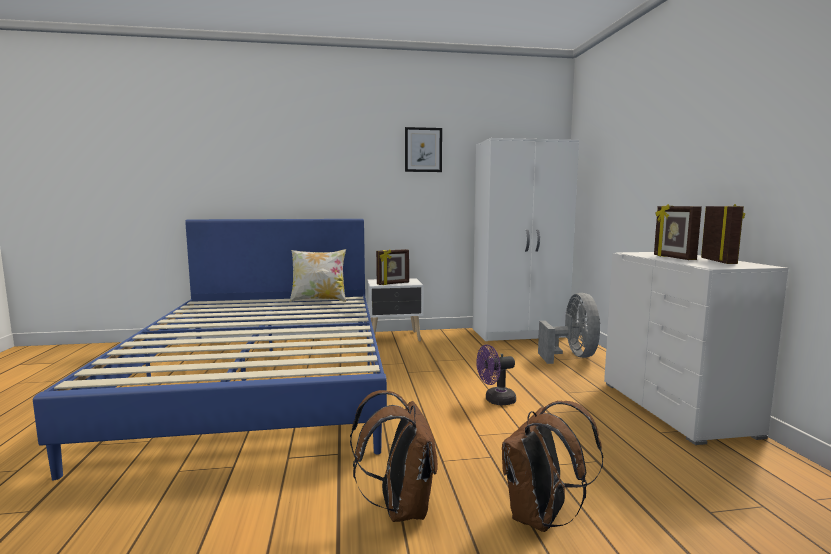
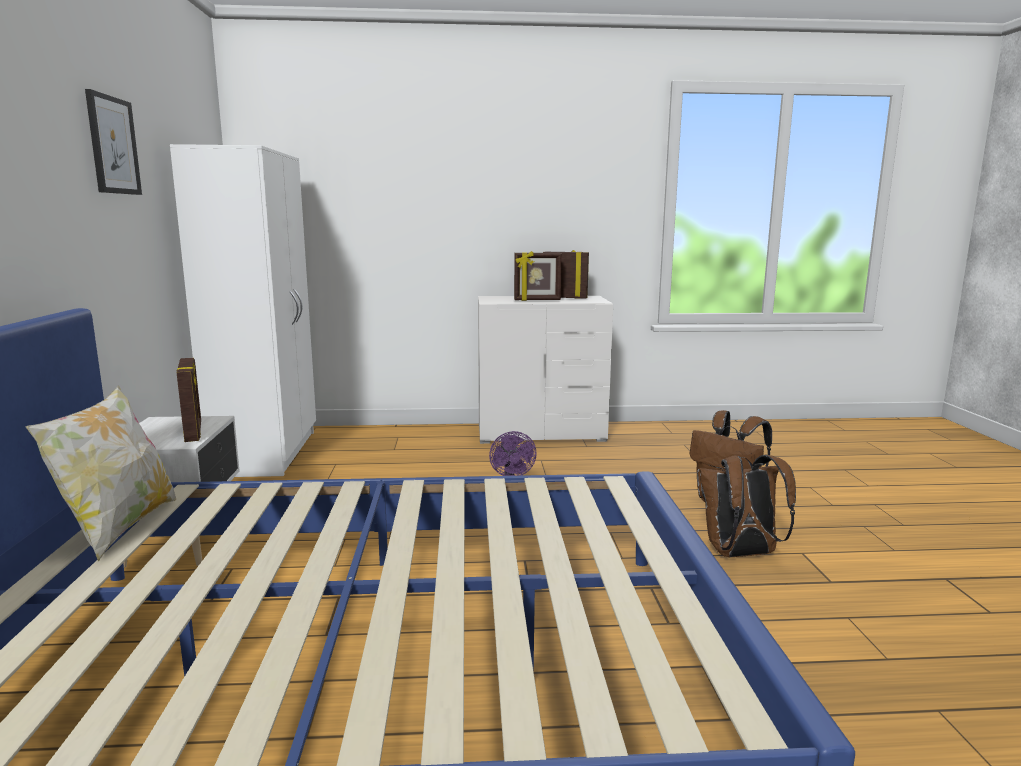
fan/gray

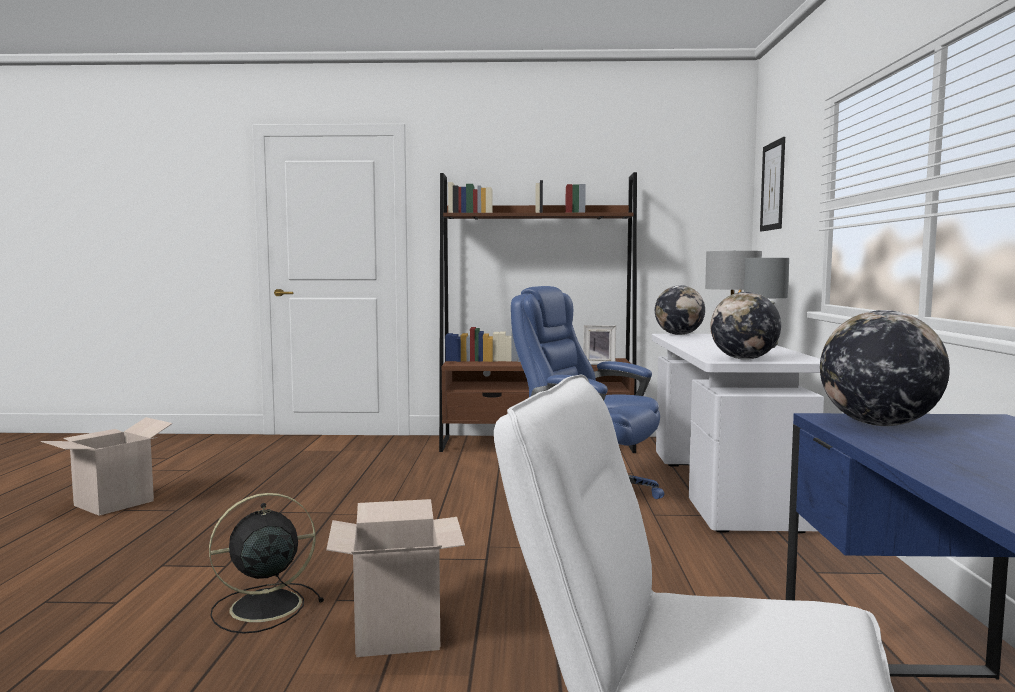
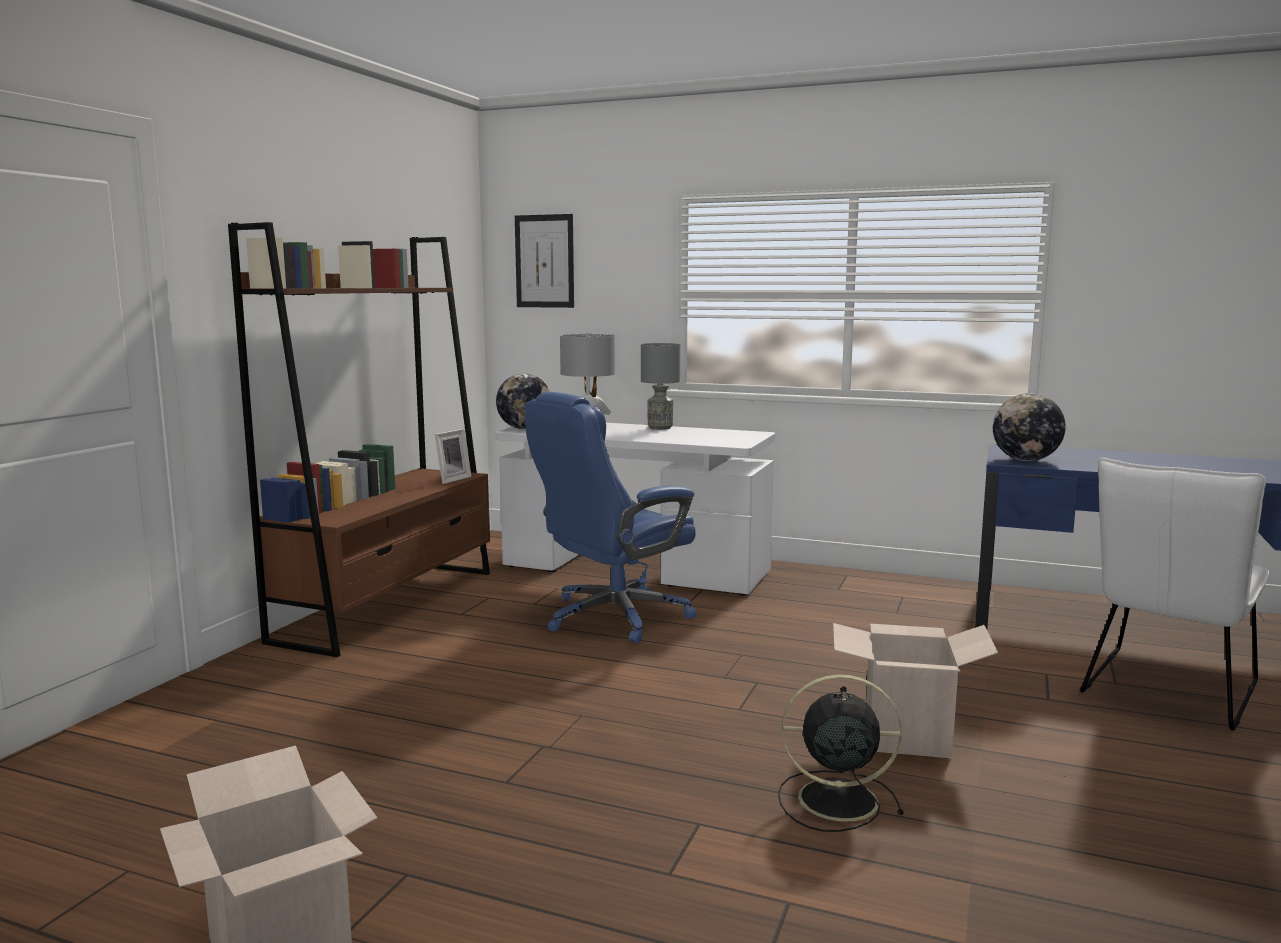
desk globe (2nd from left in the first image)
fan/black-coloured

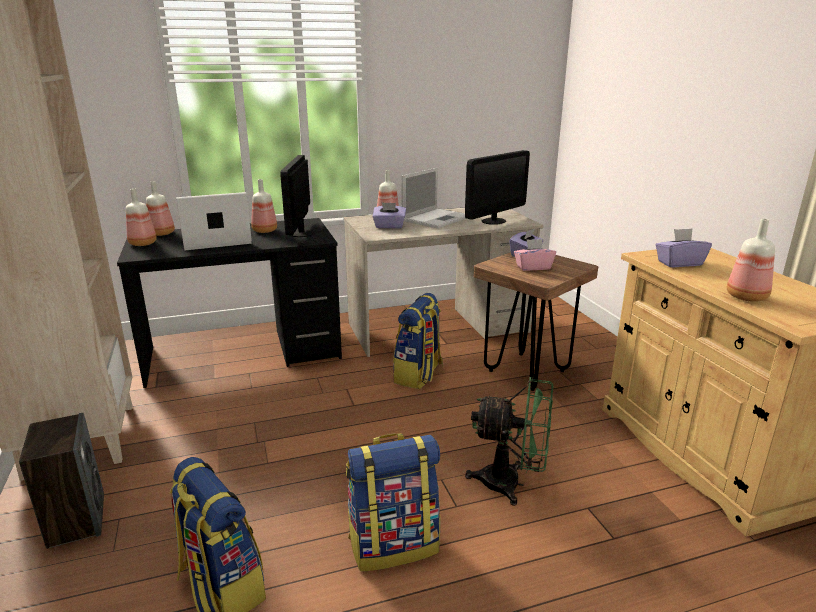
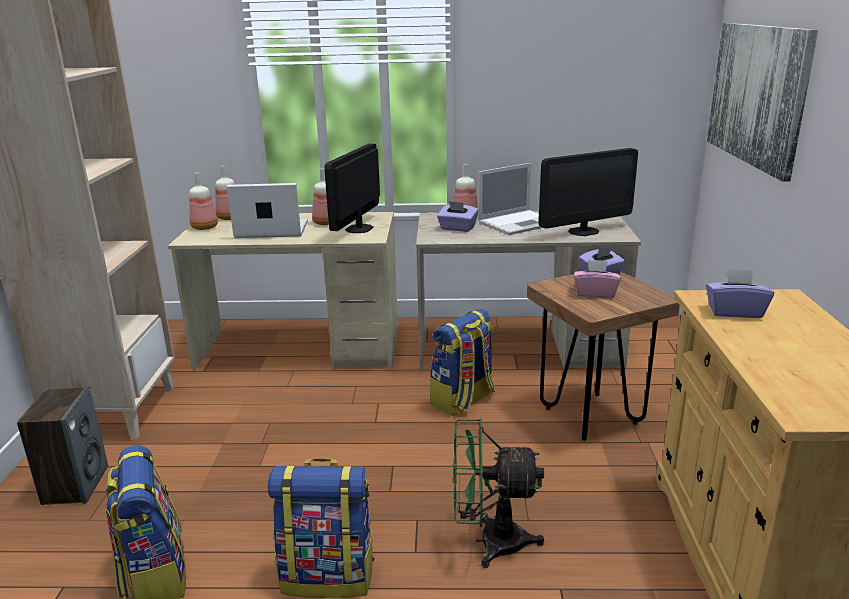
beverage bottle (5th from left in the first image)
wall picture
desk/sand-coloured (1st from left)
fan/green

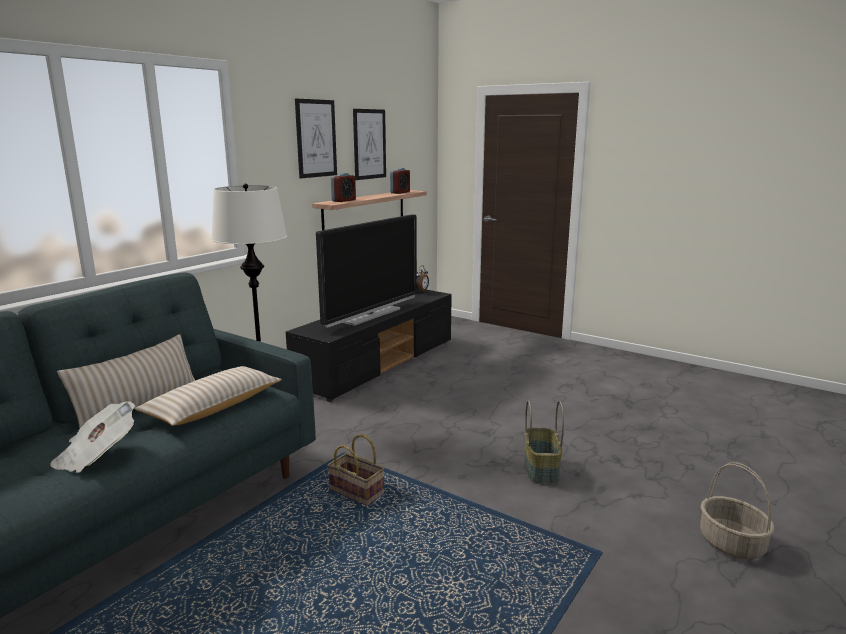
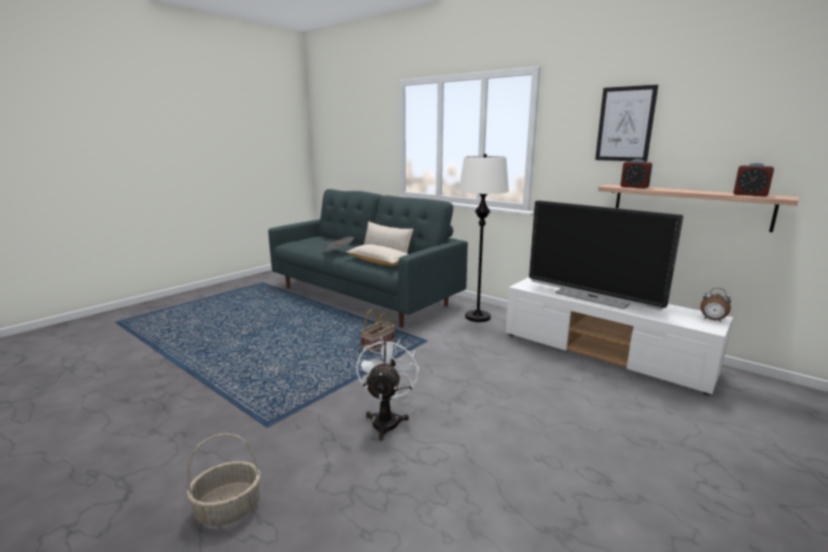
wall picture (2nd from left in the first image)
fan/white
media console/white

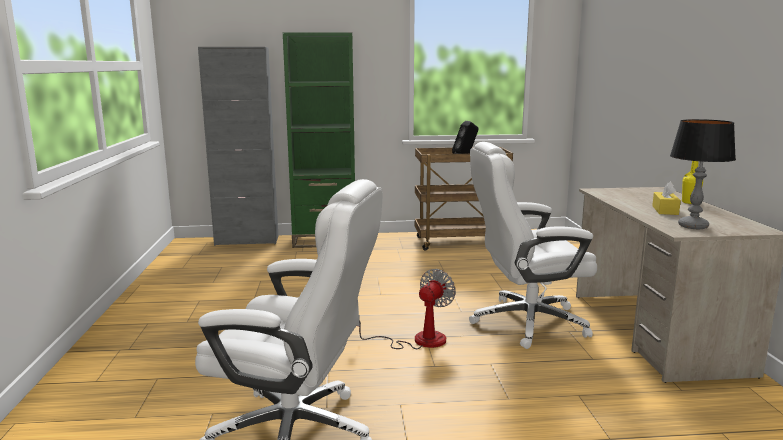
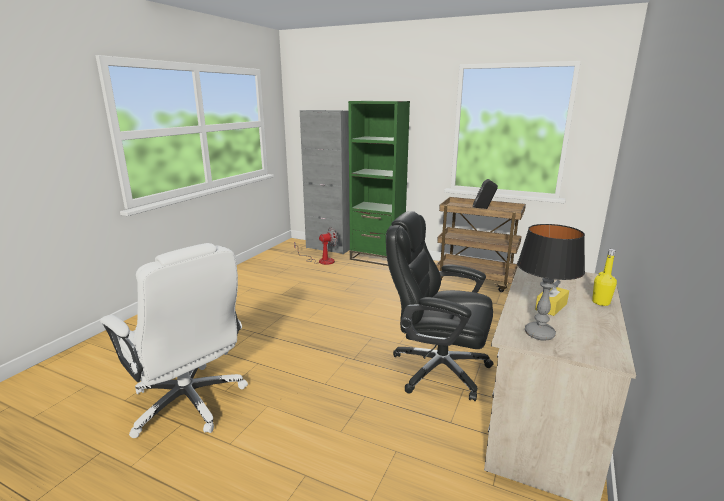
fan
office chair/black-coloured

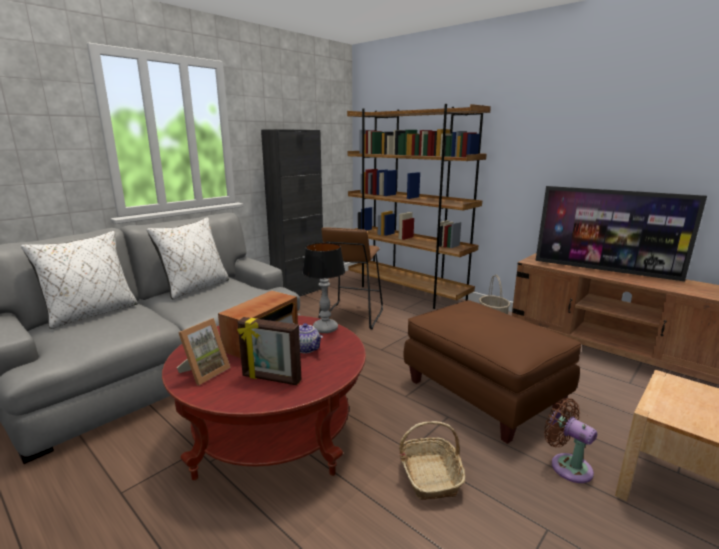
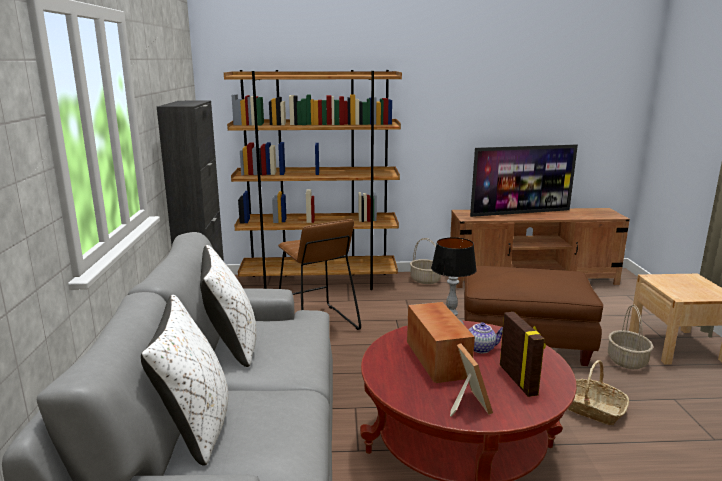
basket (3rd from left)
photo frame (2nd from left)

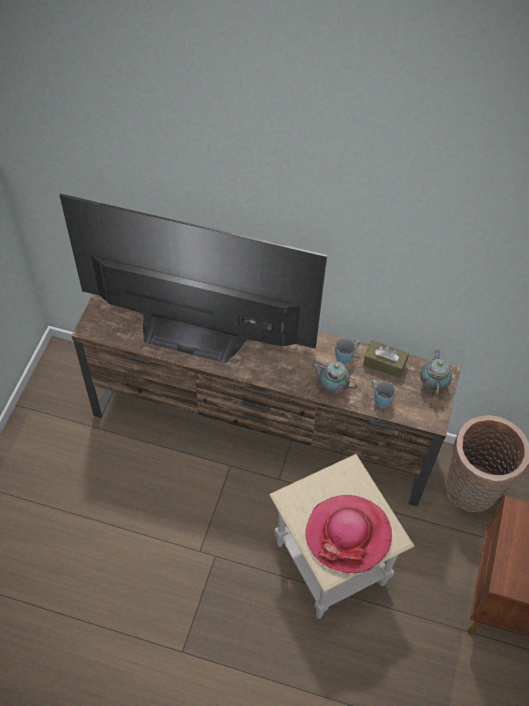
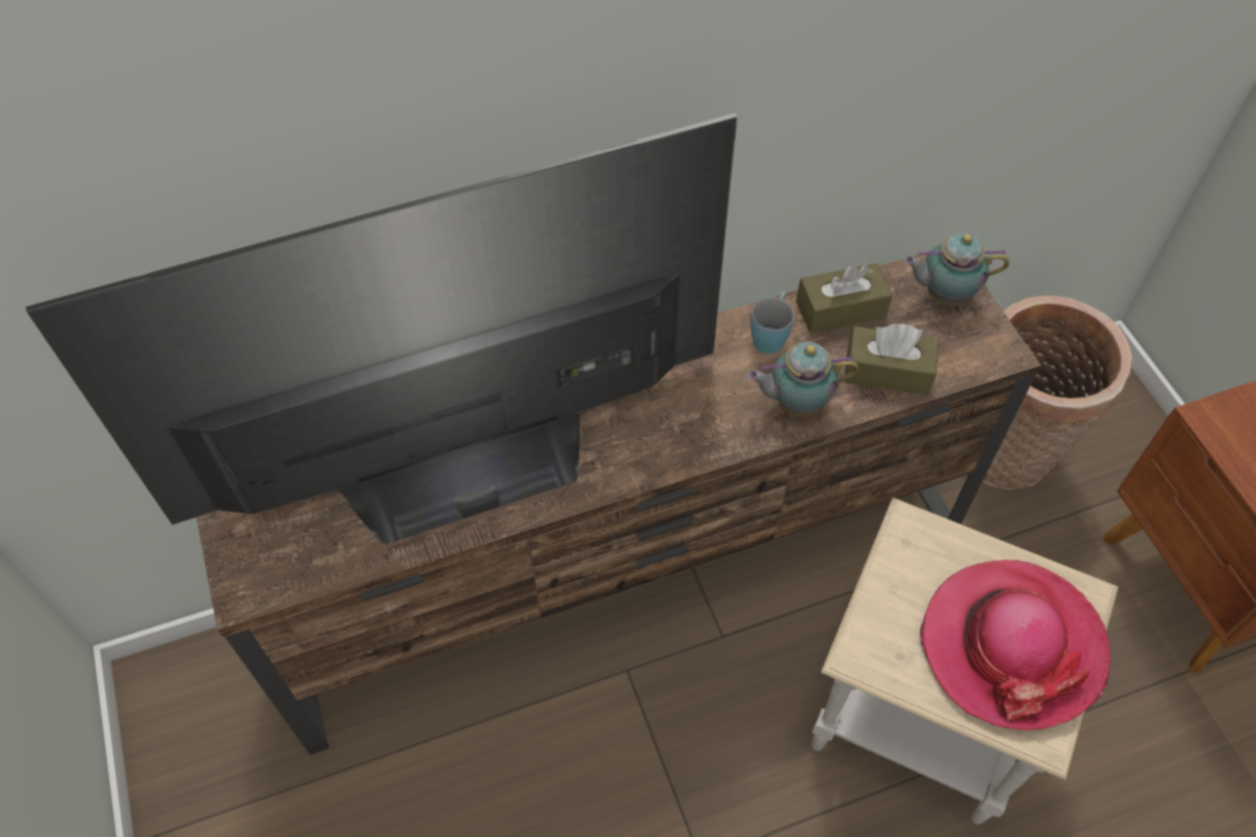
tissue holder/brown (2nd from left)
pot for tea (2nd from left)

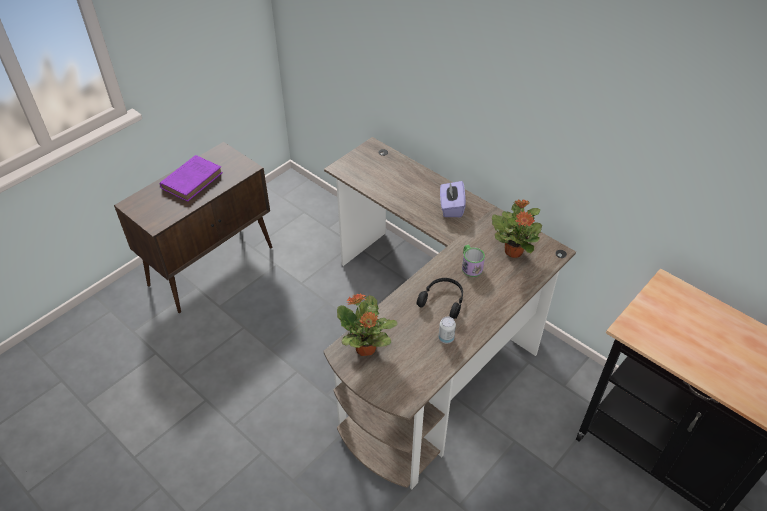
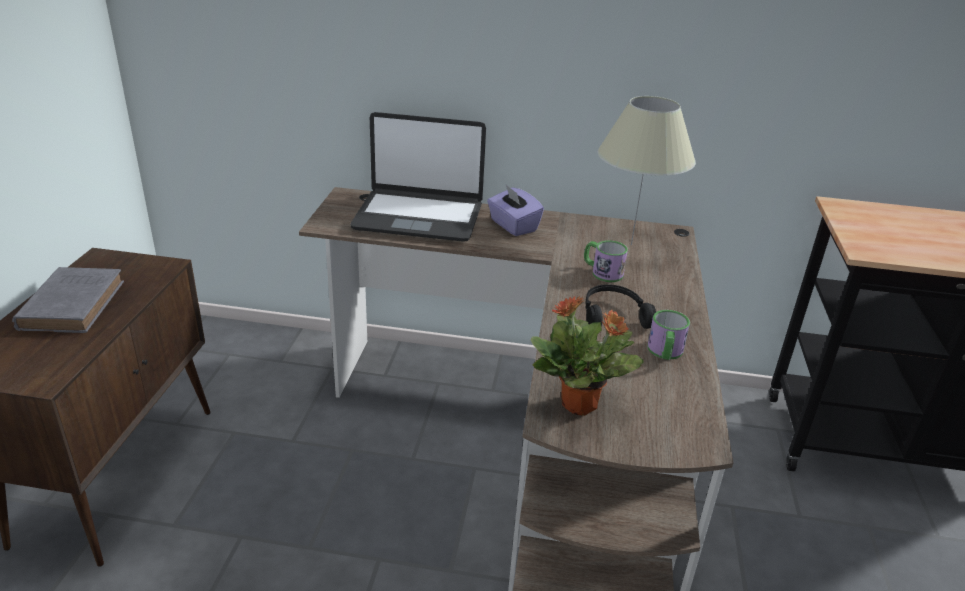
laptop
mug (2nd from left)
tabletop lamp/sand-coloured
bound book/gray

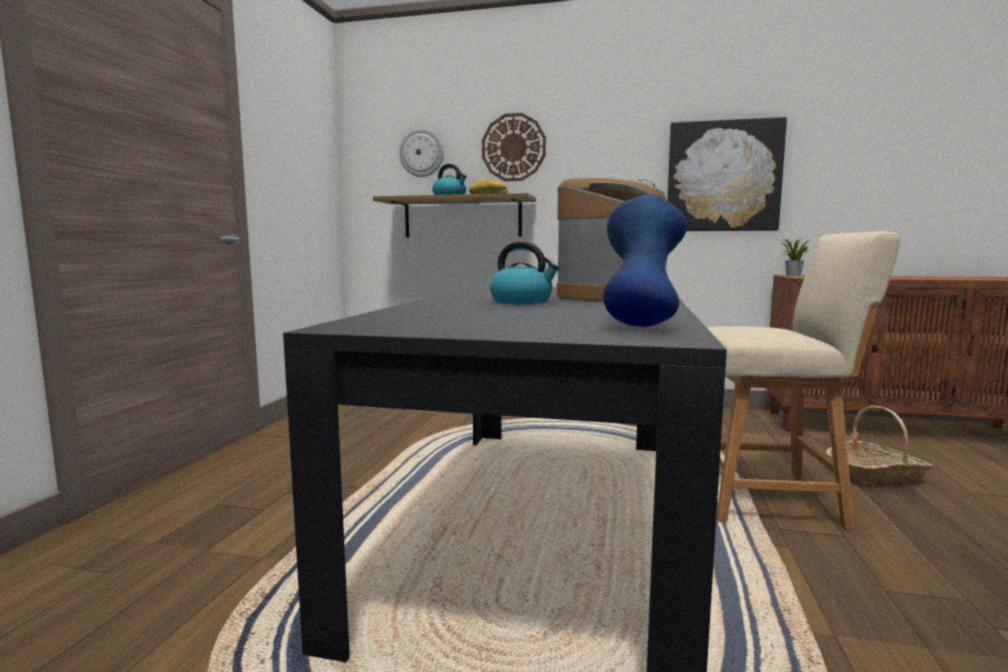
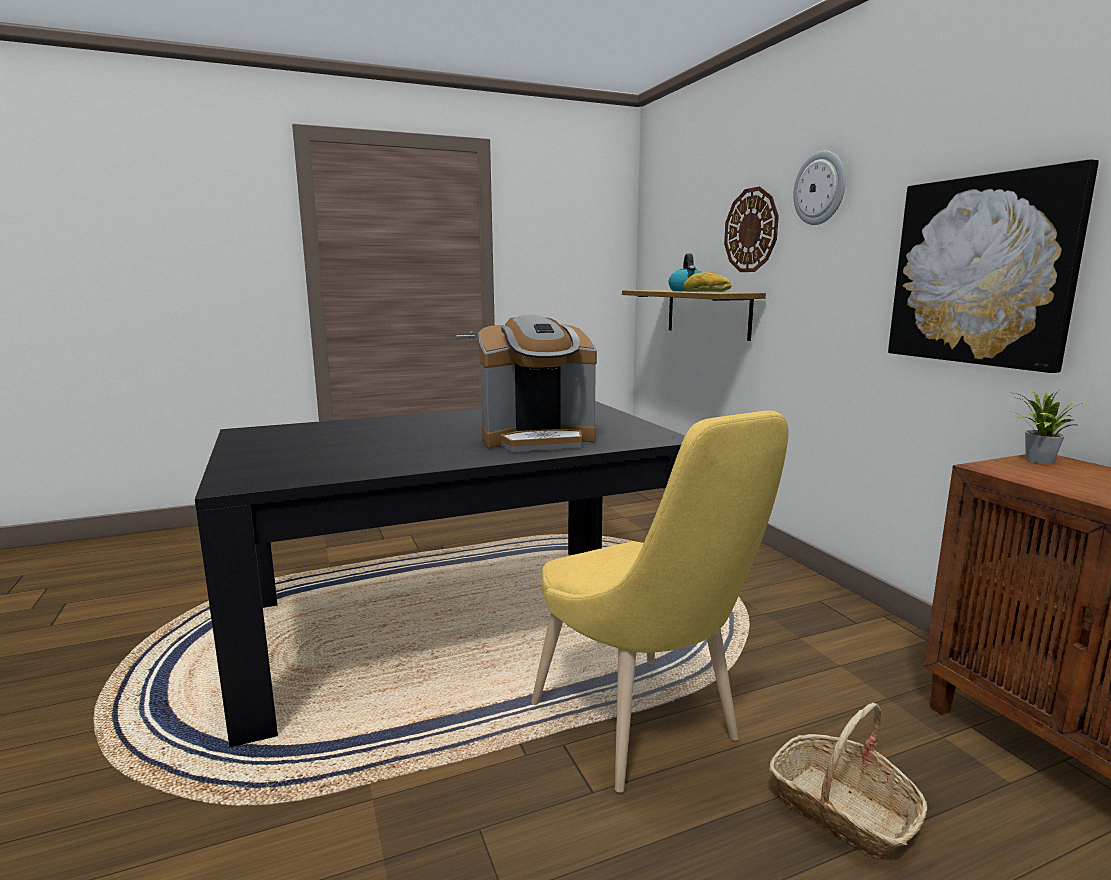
water kettle (2nd from left in the first image)
flower vase/blue-coloured
clock on the wall (2nd from left)
upright chair/yellowish

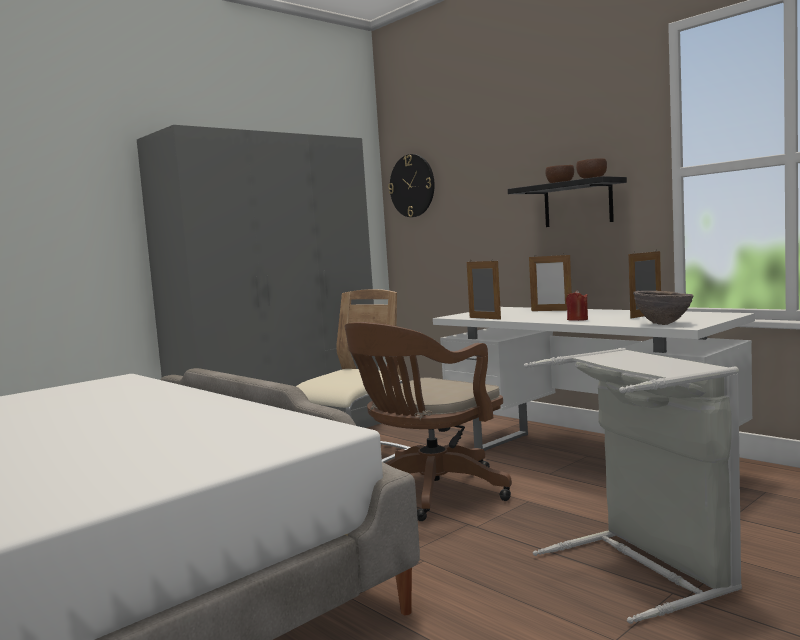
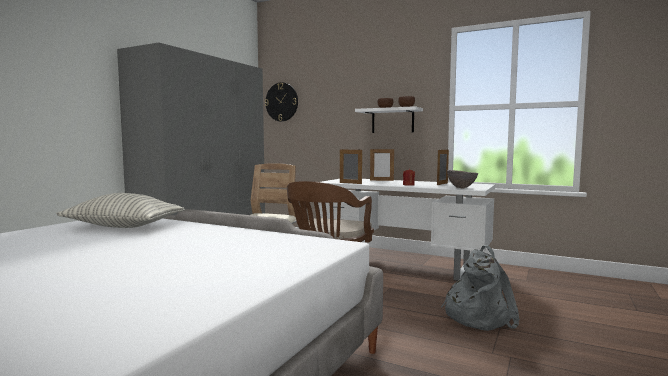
throw pillow
backpack/gray
shelf/white

